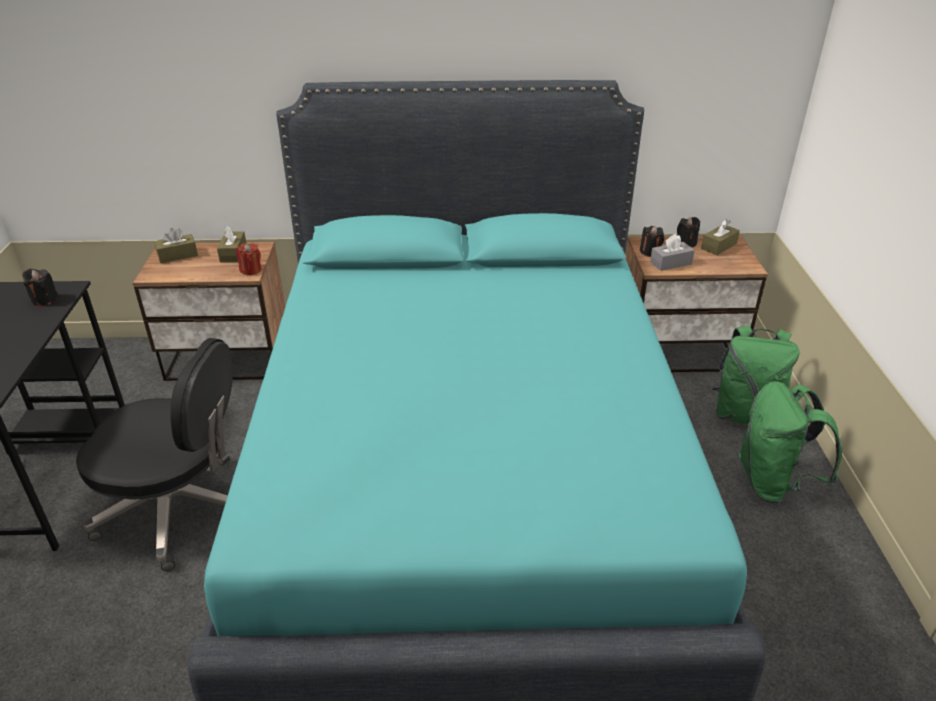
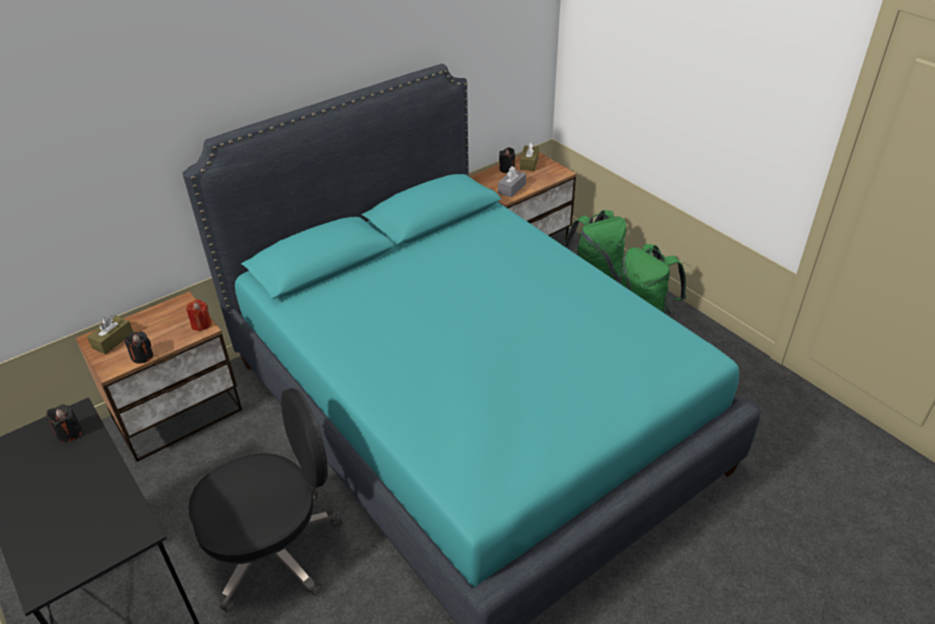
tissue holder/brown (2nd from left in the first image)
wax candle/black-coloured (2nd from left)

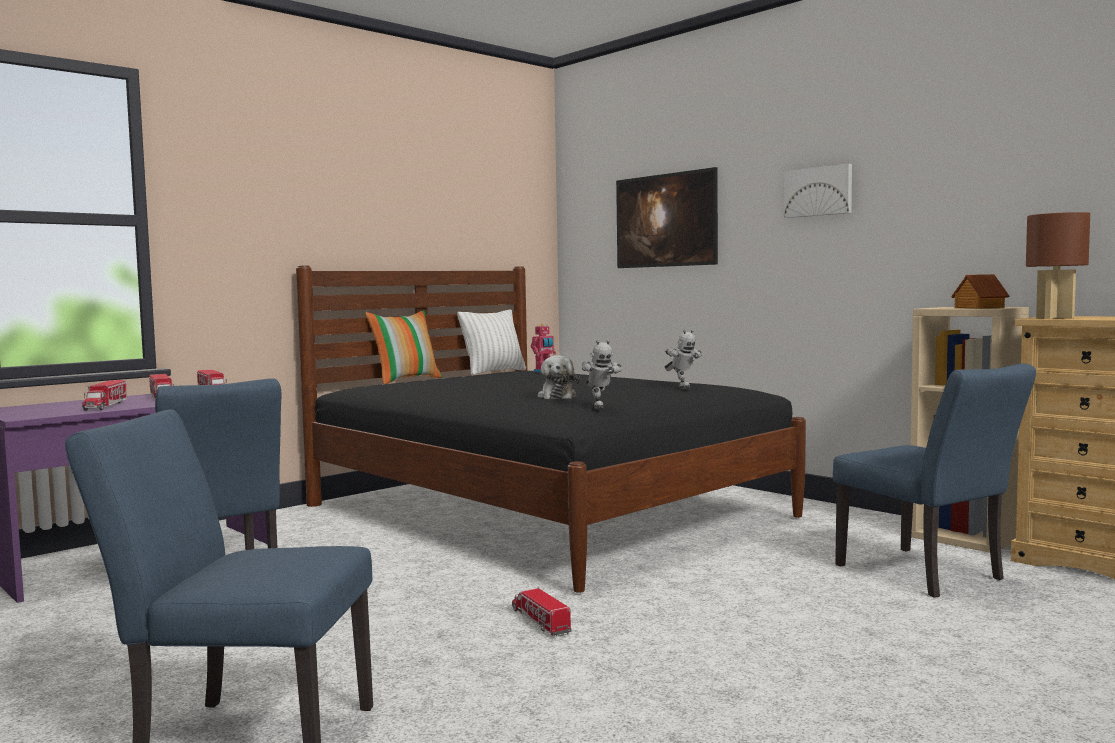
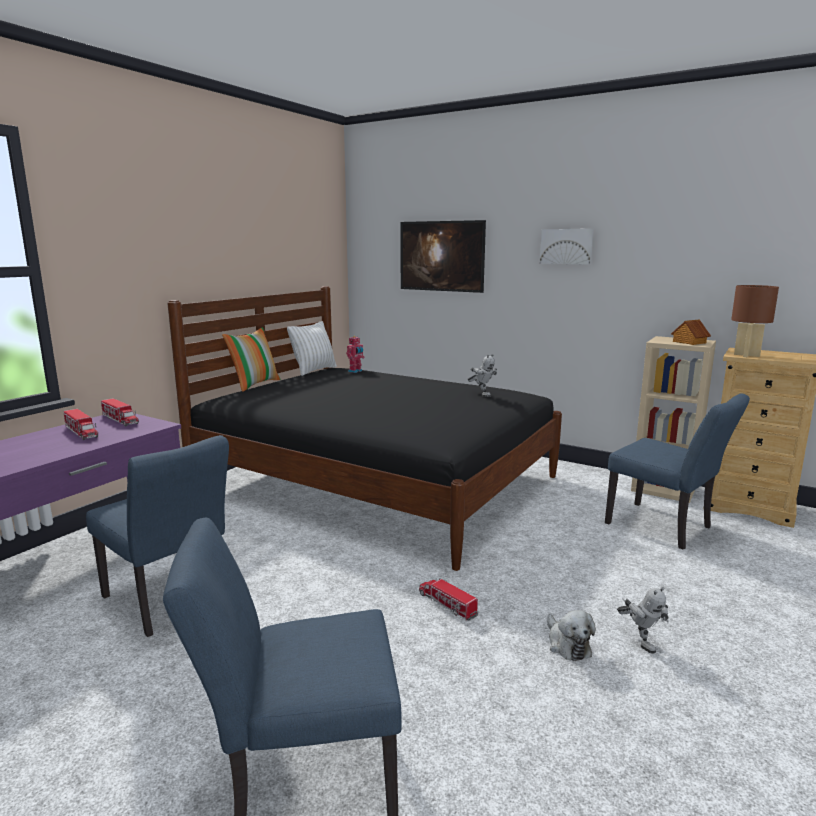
model truck (1st from left in the first image)
cuddly toy
toy robot (3rd from left)

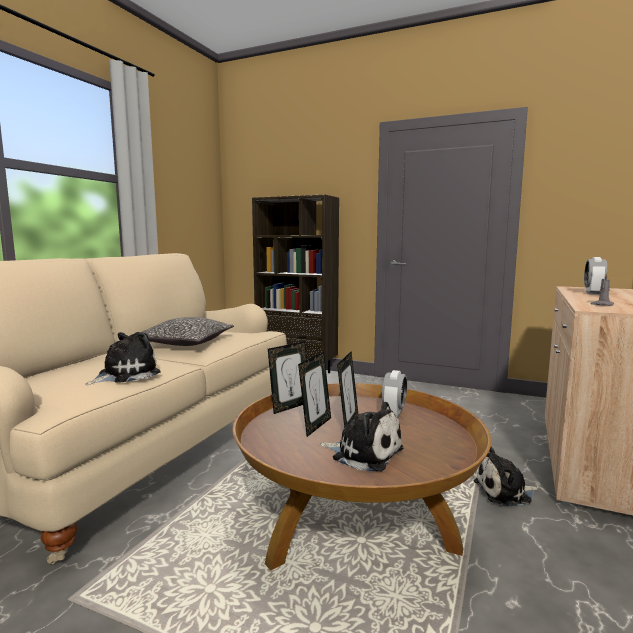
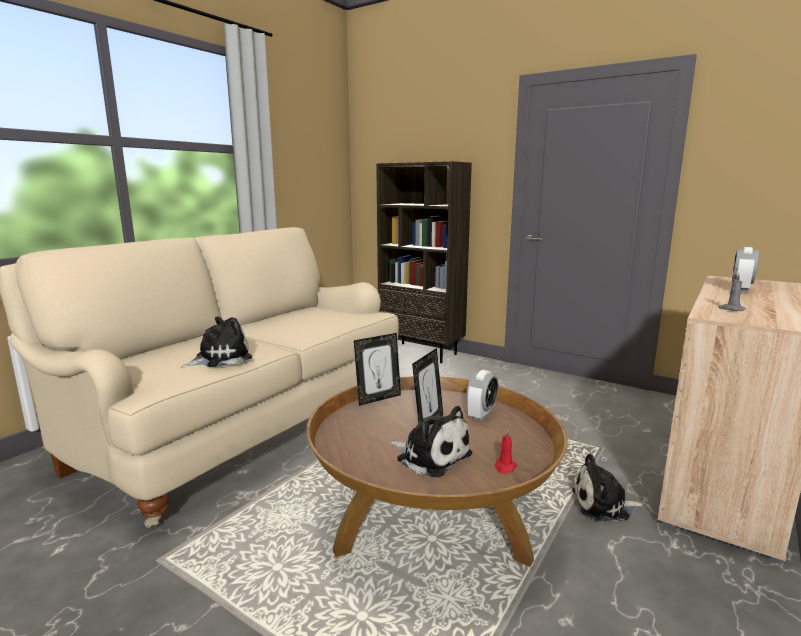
throw pillow
photo frame (2nd from left in the first image)
wax candle/red

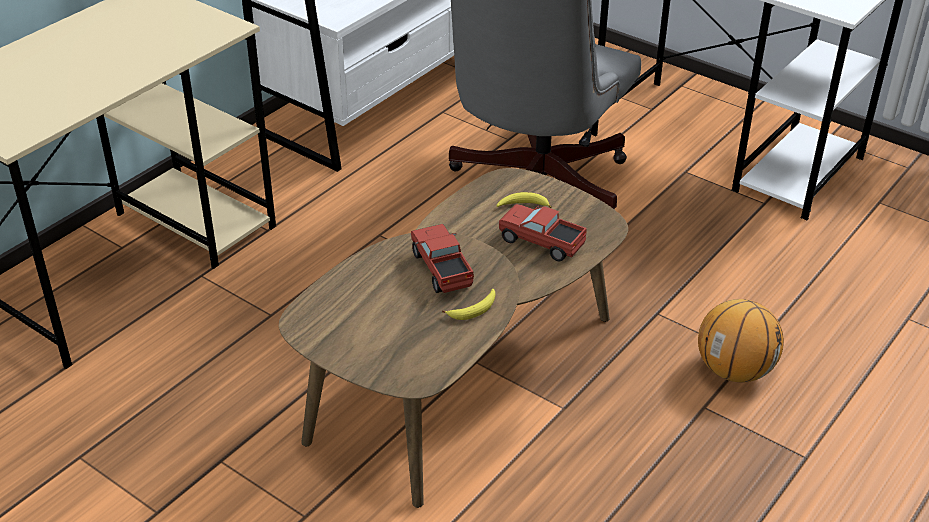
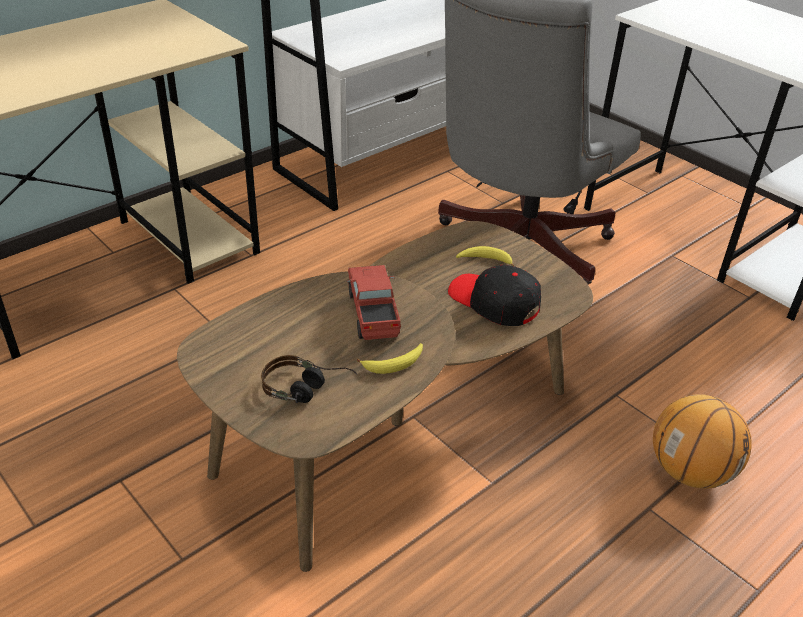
headphones
peaked cap/black-coloured

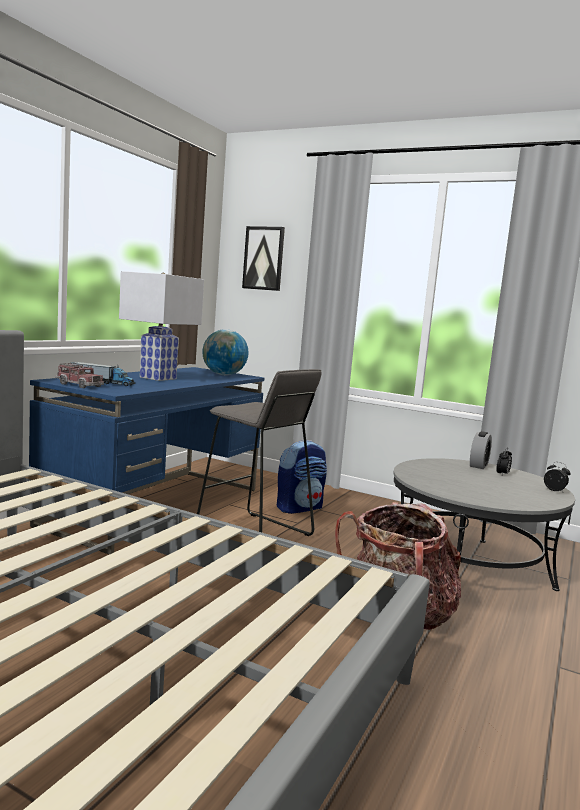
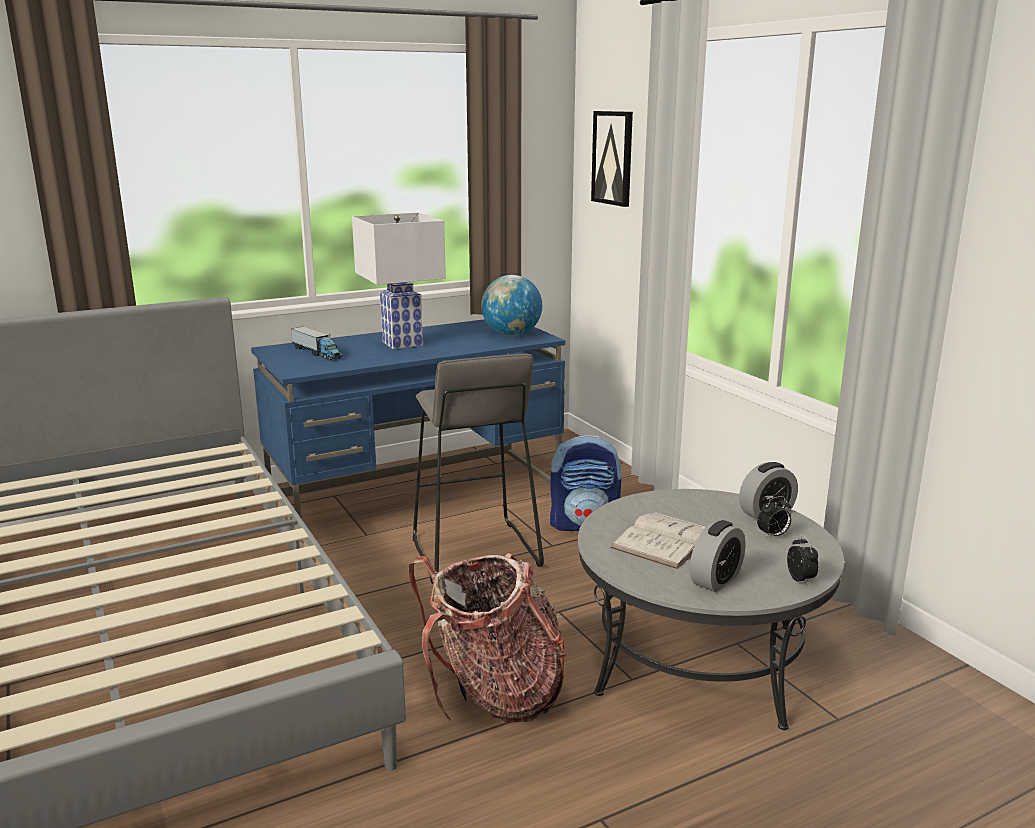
model truck (1st from left in the first image)
bound book/white
alarm clock (1st from left)

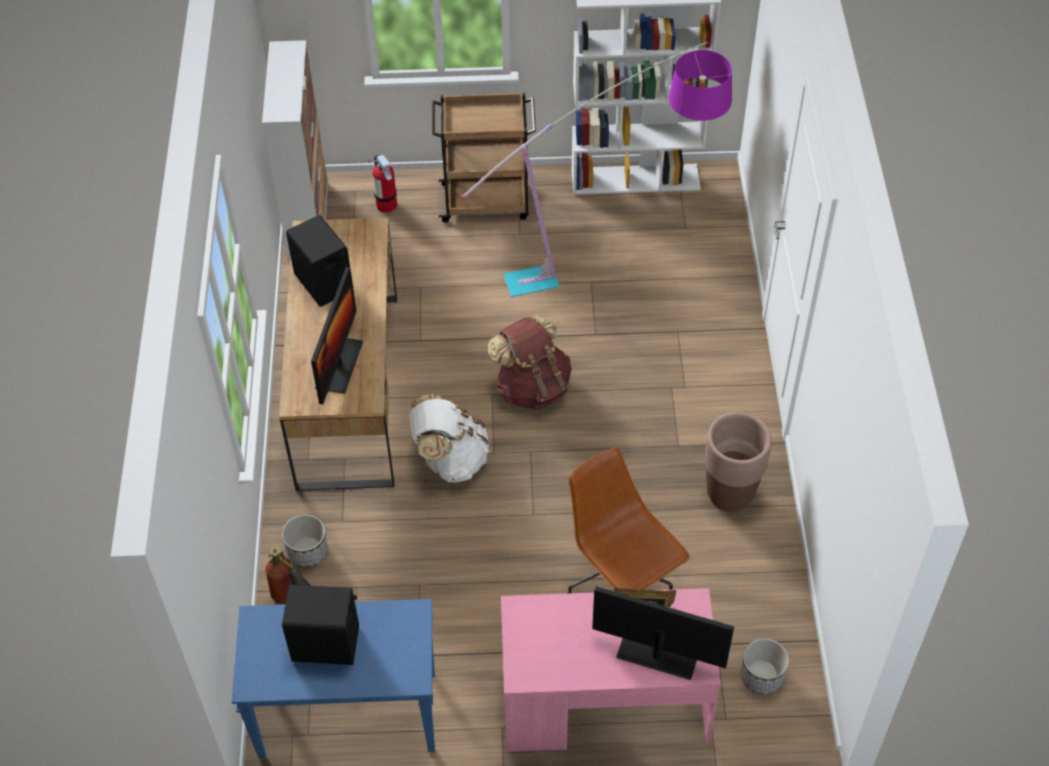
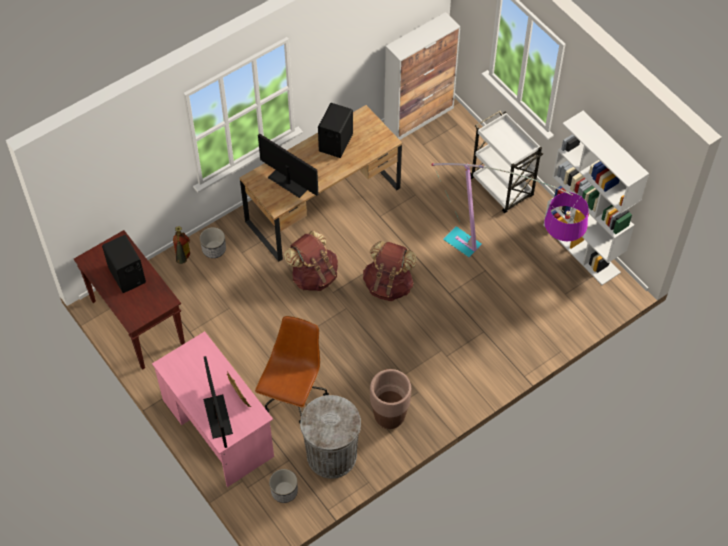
extinguisher (2nd from left in the first image)
trash can/gray
narrow table/brown
backpack/brown (1st from left)
cart/white
computer display (2nd from left)

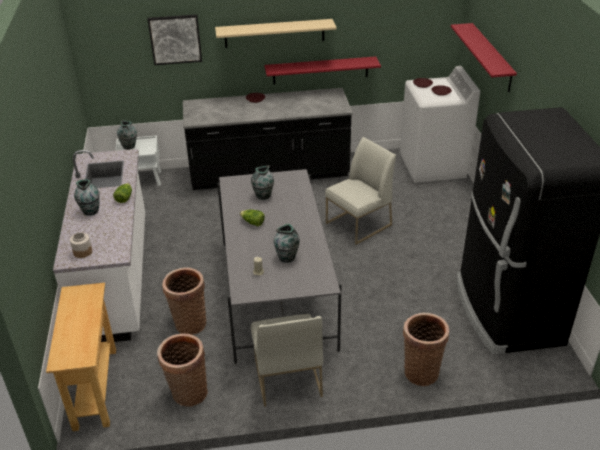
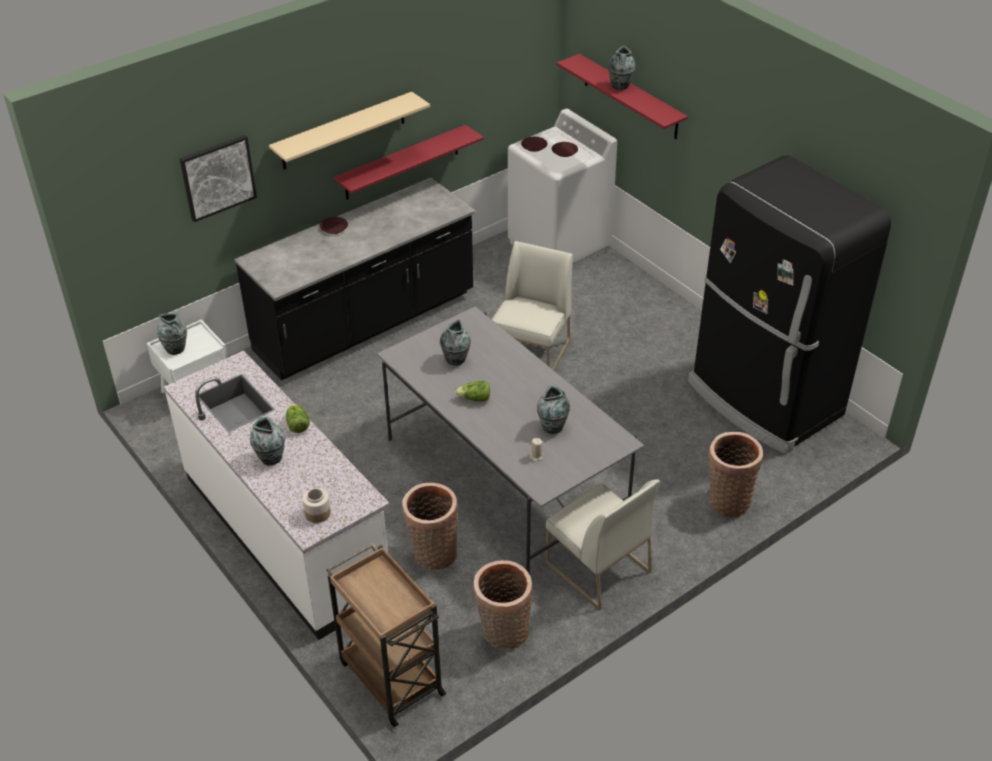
flower vase (5th from left)
cart/brown

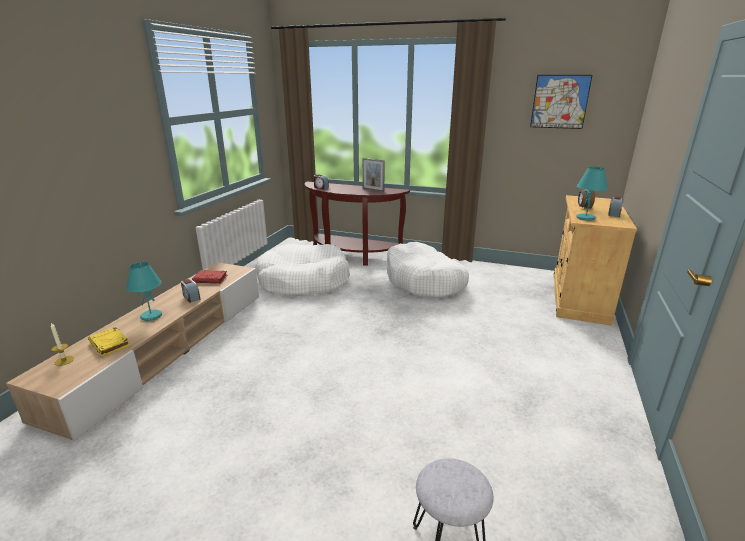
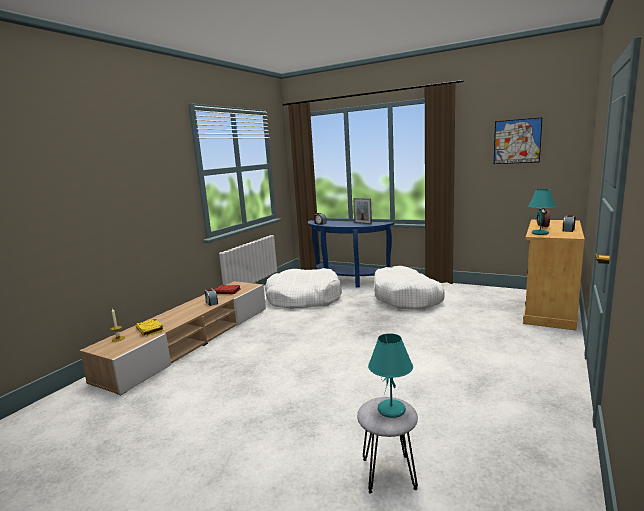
tabletop lamp/turquoise (1st from left)
narrow table/blue-coloured

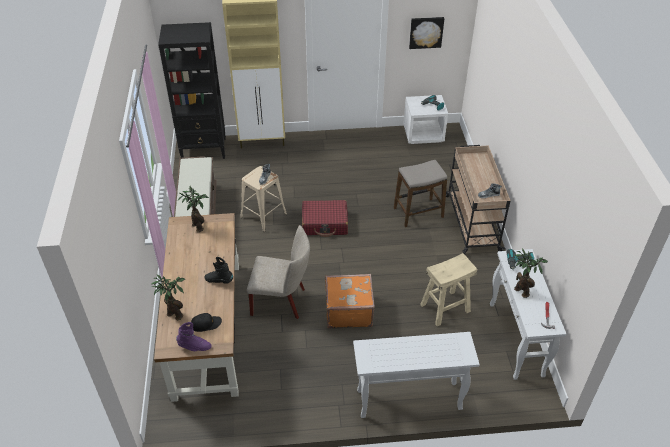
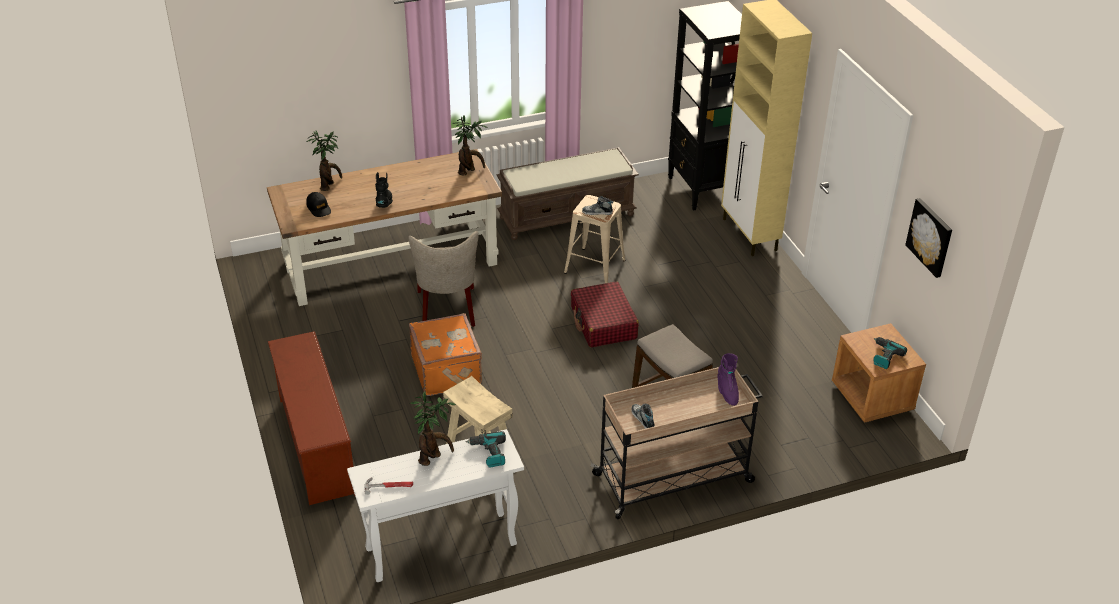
boot/purple
shoe stand/brown
nightstand/brown

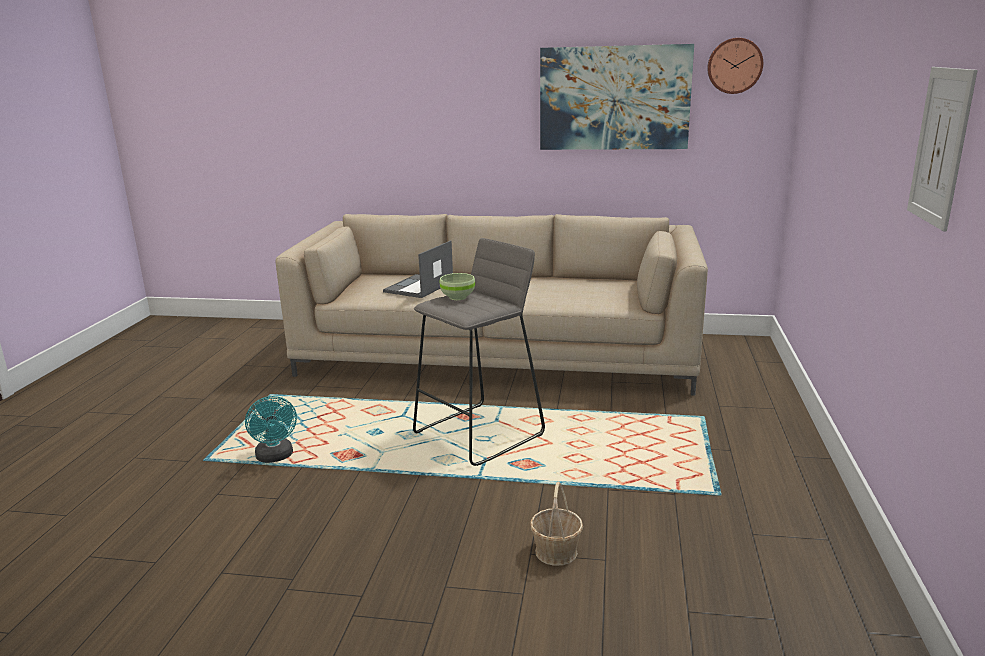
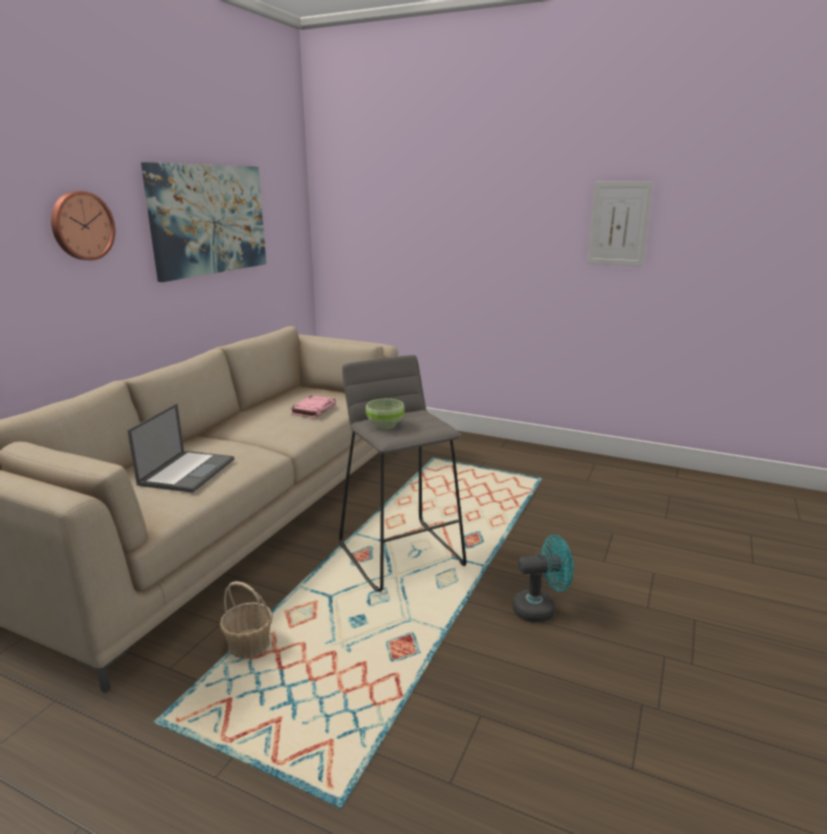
bound book/pink
fan/turquoise
basket
clock on the wall
laptop

